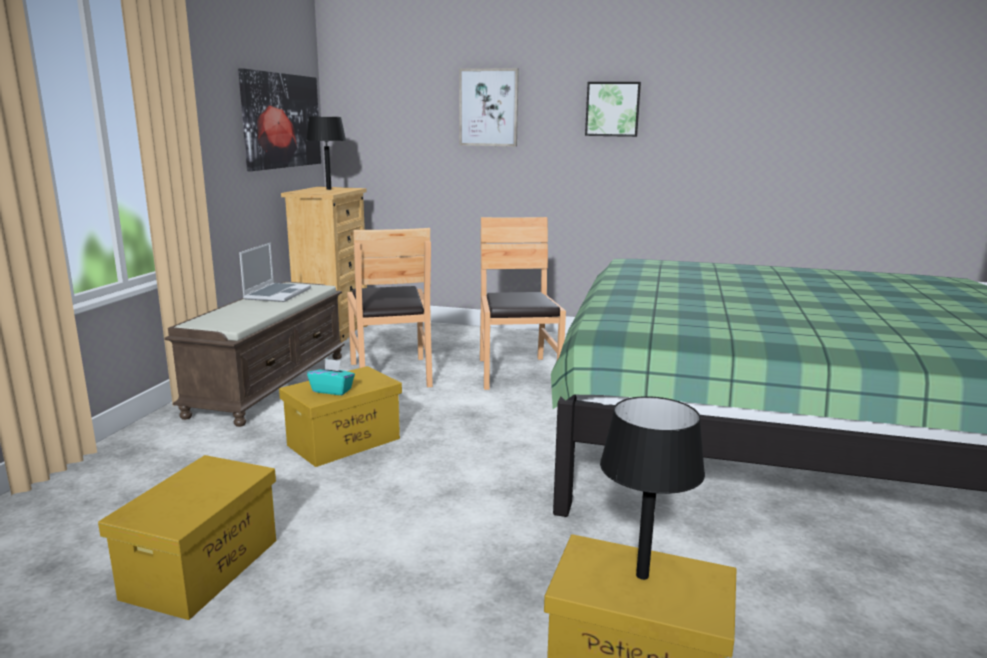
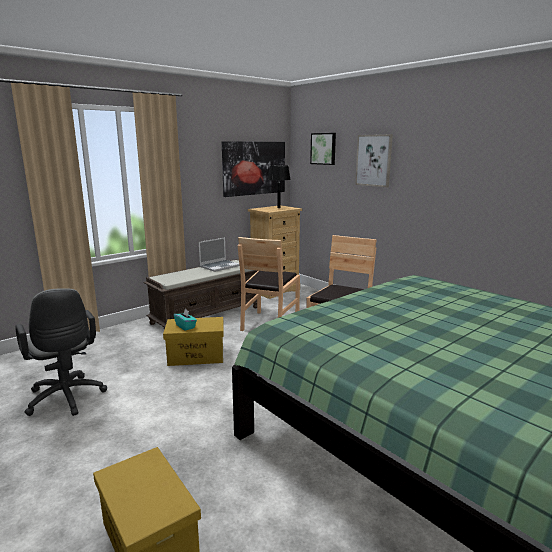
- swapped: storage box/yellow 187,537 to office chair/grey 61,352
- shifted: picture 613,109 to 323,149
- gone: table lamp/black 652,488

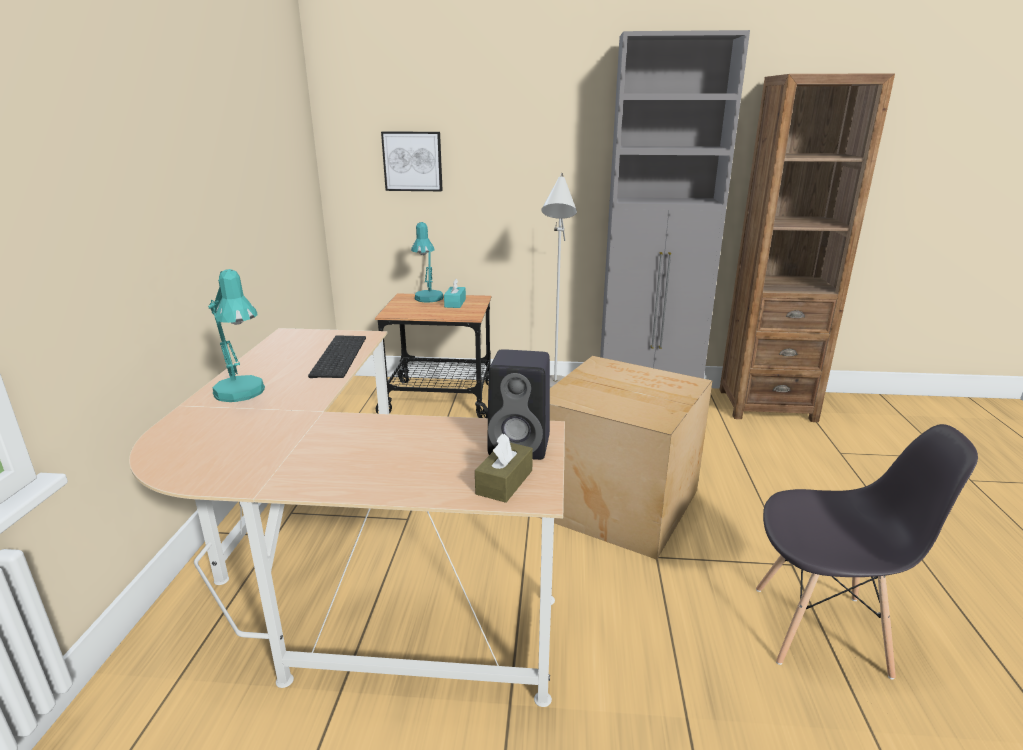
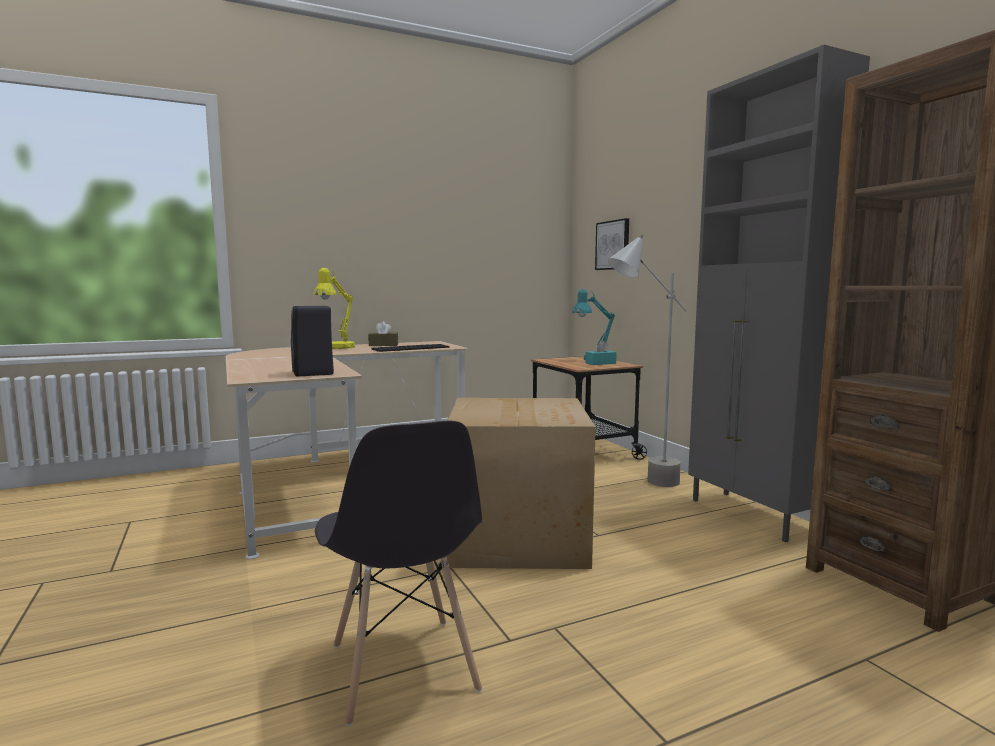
- repainted: table lamp/turquoise 236,335 to table lamp/yellow 334,308
- shifted: tissue box/brown 504,468 to 383,333

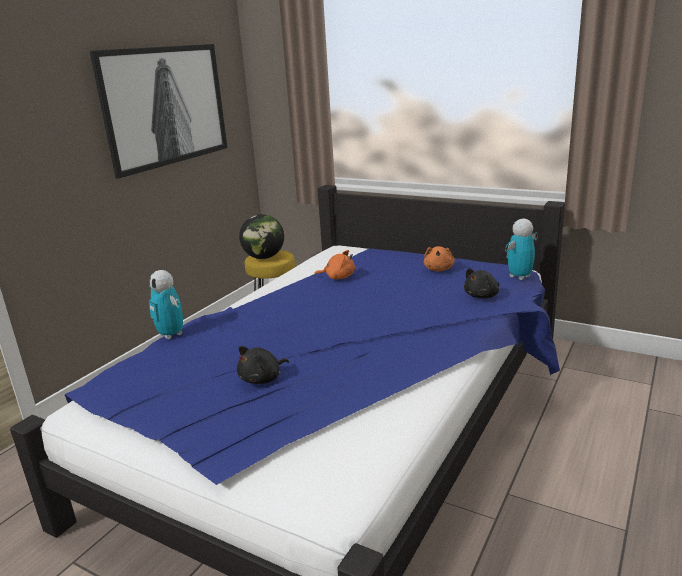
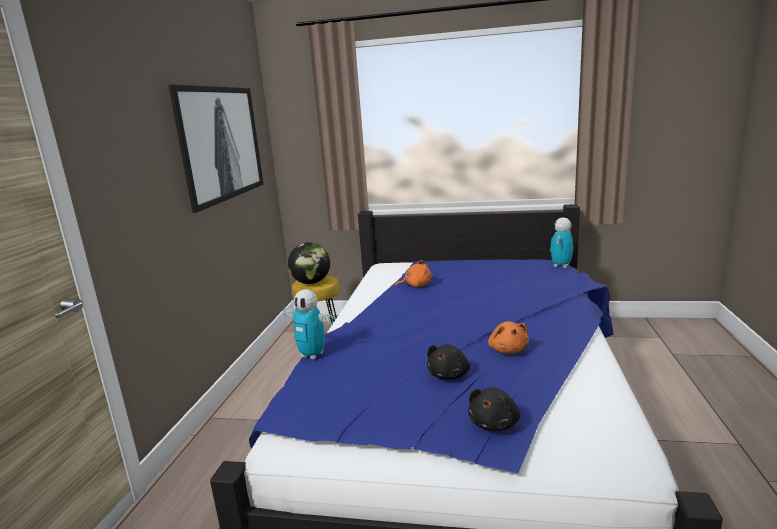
- shifted: plush toy/orange 439,258 to 508,337
- shifted: plush toy/black 481,283 to 494,409

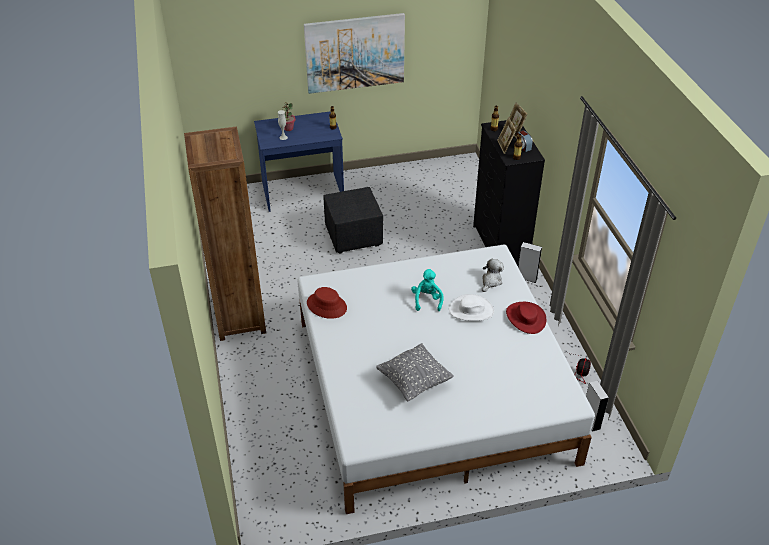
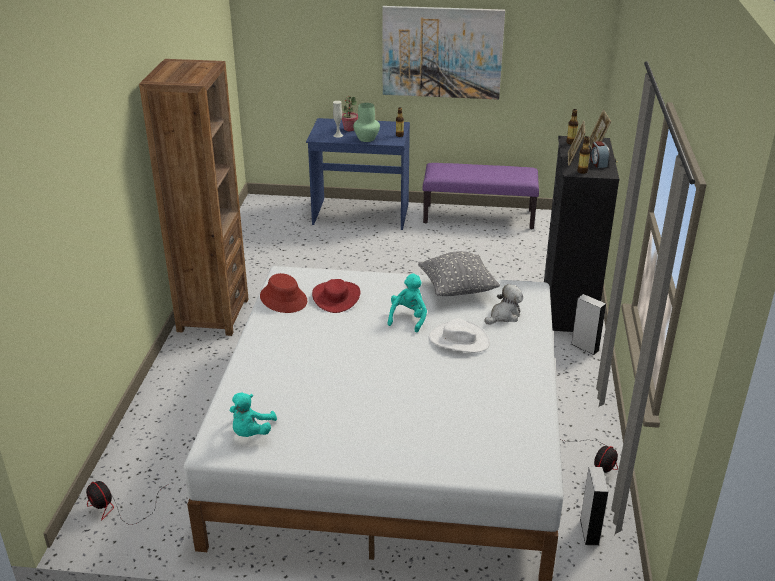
- gone: ottoman/black 353,220
- shifted: pillow/grey 415,372 to 459,273
- shifted: hat/red 526,318 to 336,296
- new: fan 126,503
- new: plush toy/turquoise 253,414
- new: vase/green 366,122
- new: bench/purple 480,196

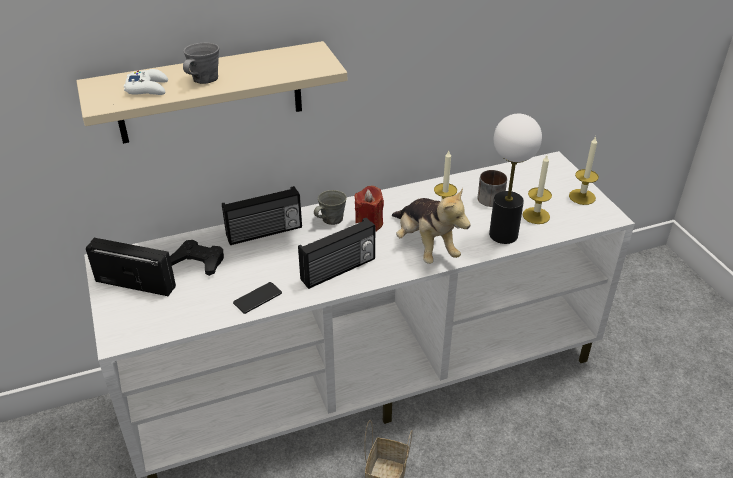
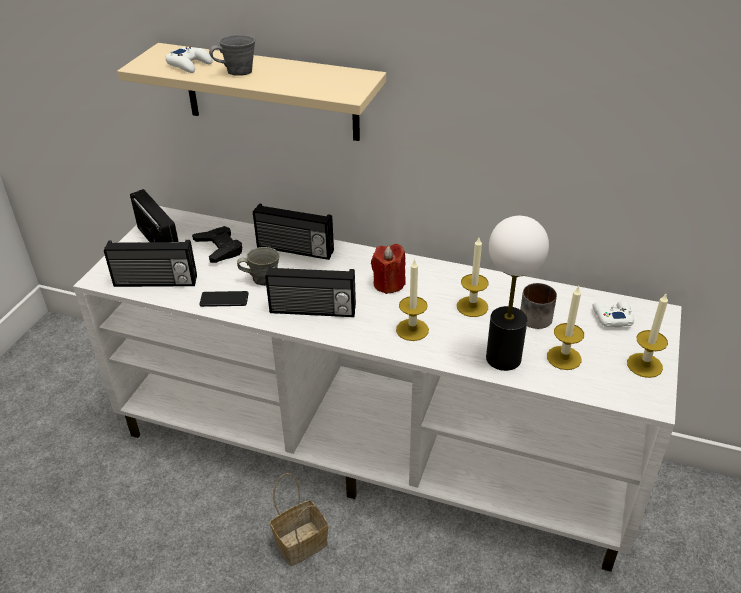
- shifted: mug/grey 330,207 to 258,266
- swapped: plush toy 431,226 to candle 412,299
- new: radio 150,263
- new: game controller/white 613,314

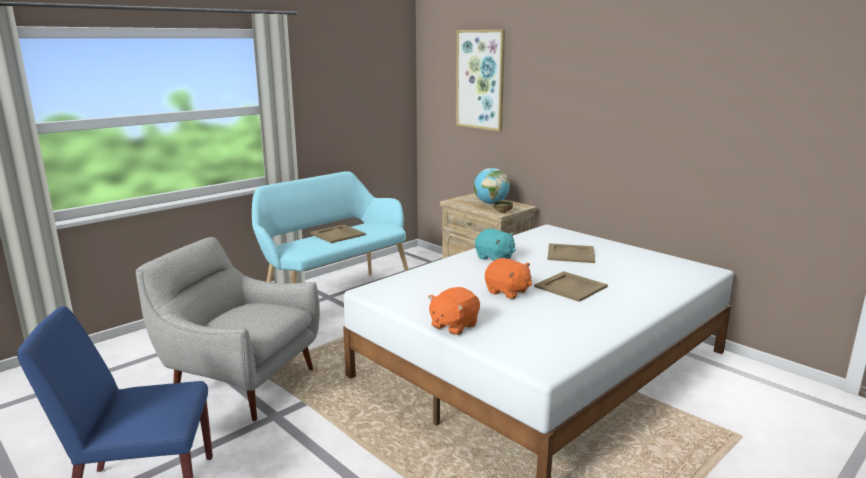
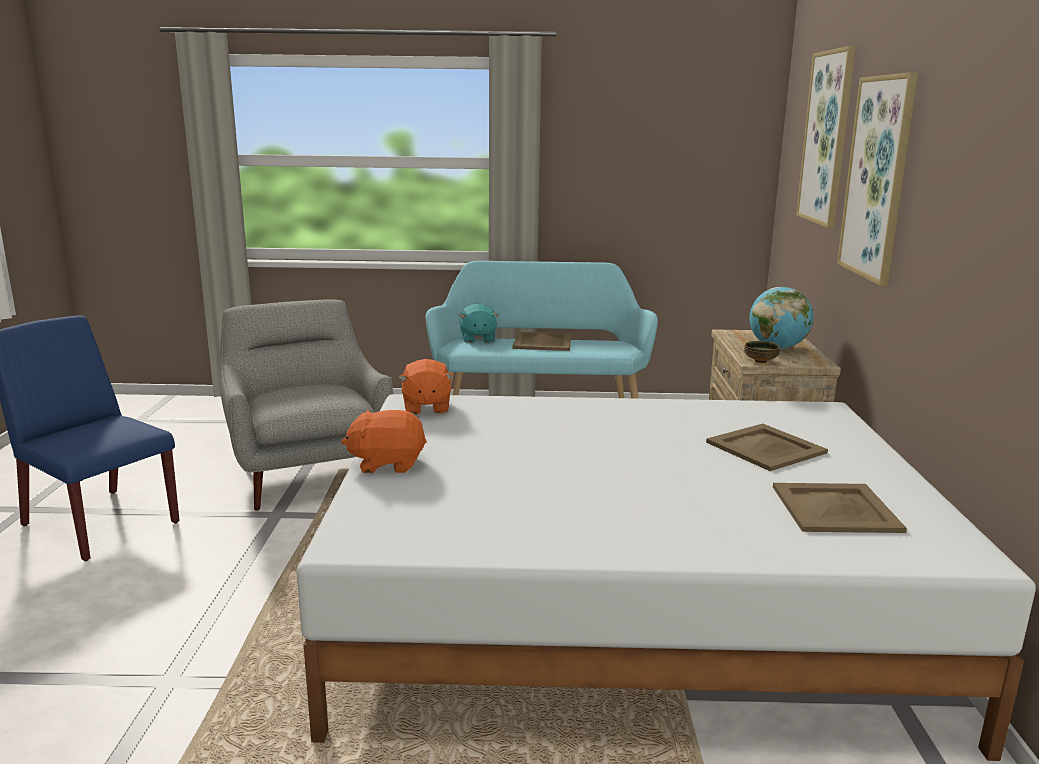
- shifted: plush toy/turquoise 495,245 to 479,322
- shifted: plush toy/orange 508,278 to 426,386
- shifted: tray/beige 571,286 to 840,508
- new: picture 877,179

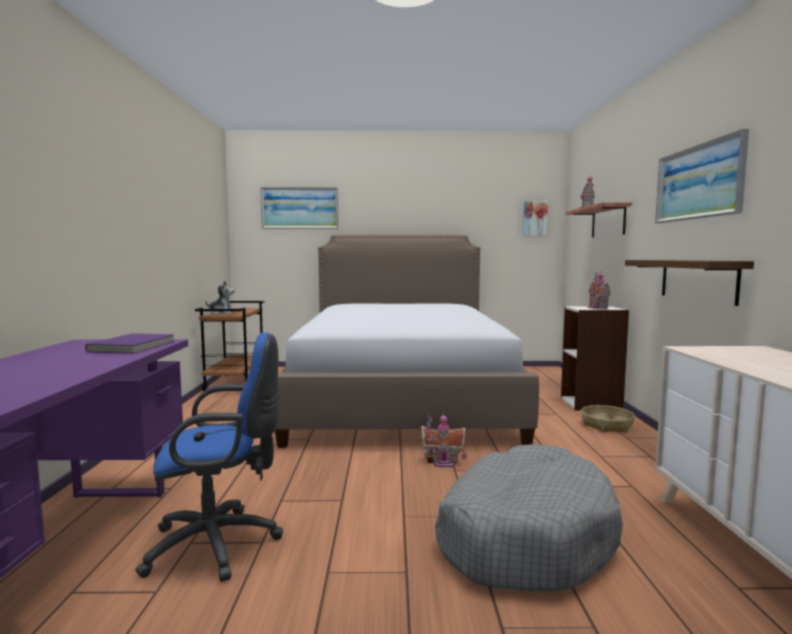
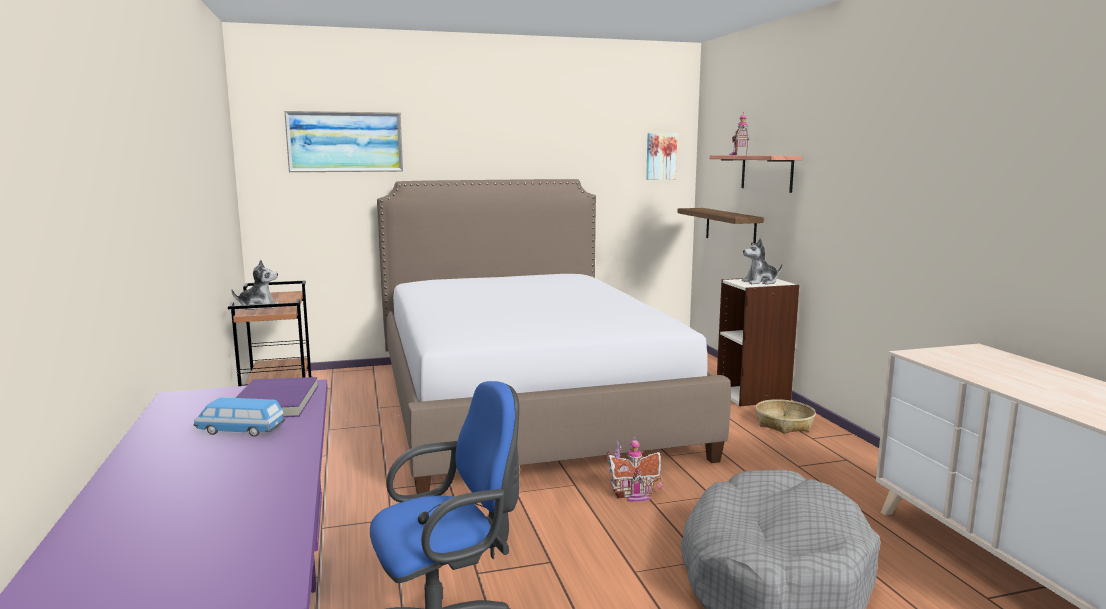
- swapped: toy house 599,290 to plush toy 762,261
- shifted: shelf 689,283 to 720,226
- gone: picture 702,176
- new: toy car 239,417

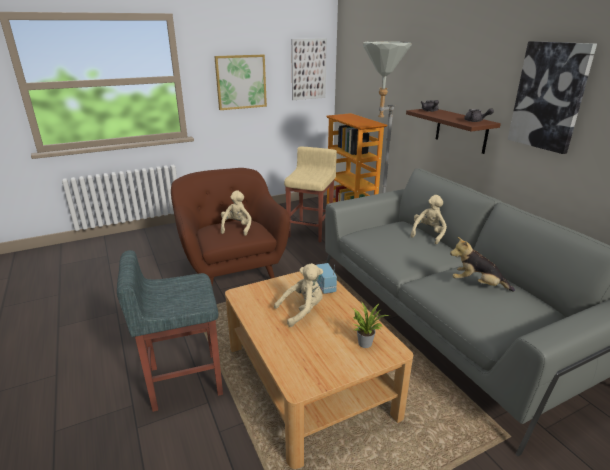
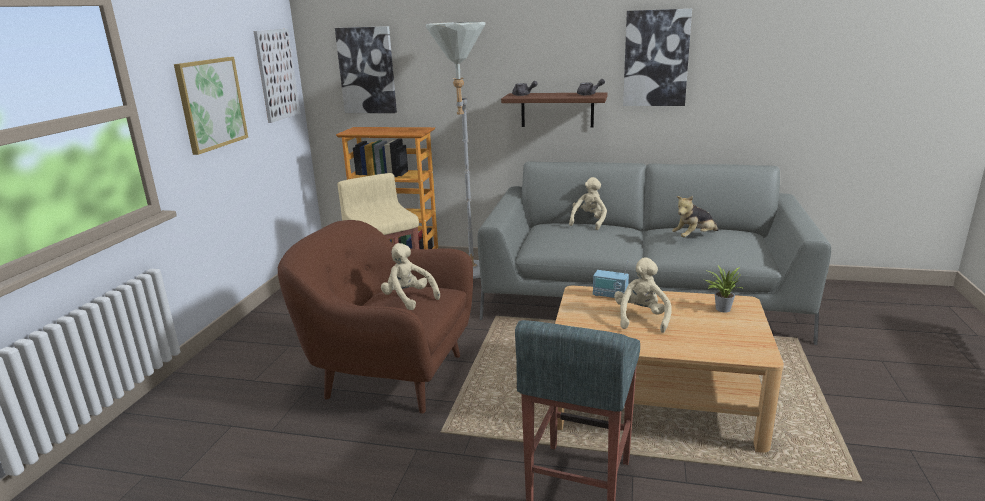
- rotated: plush toy/beige 429,219 = 588,203 45 degrees clockwise
- new: picture 366,69

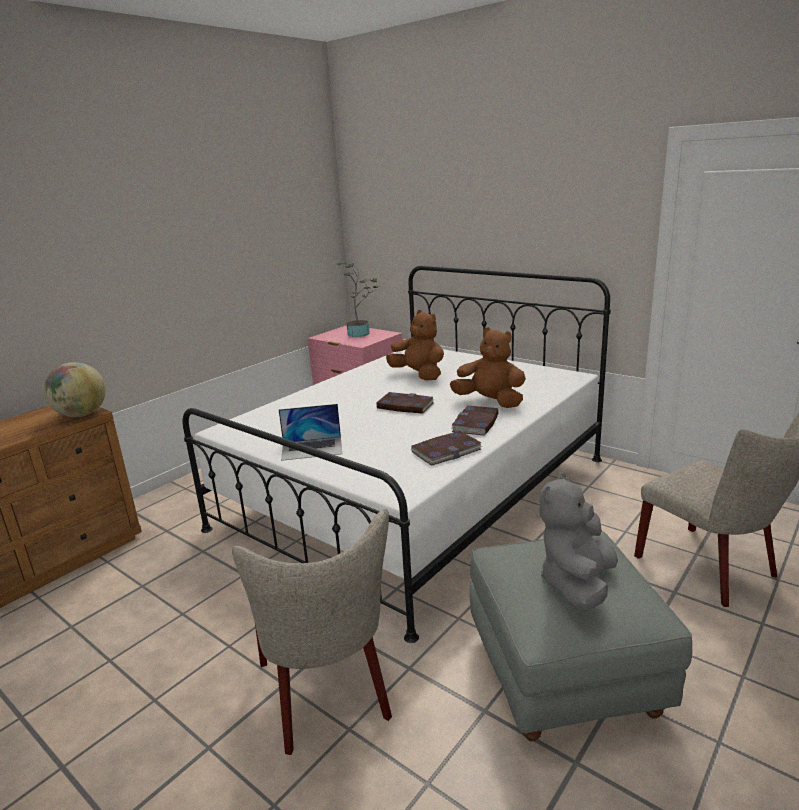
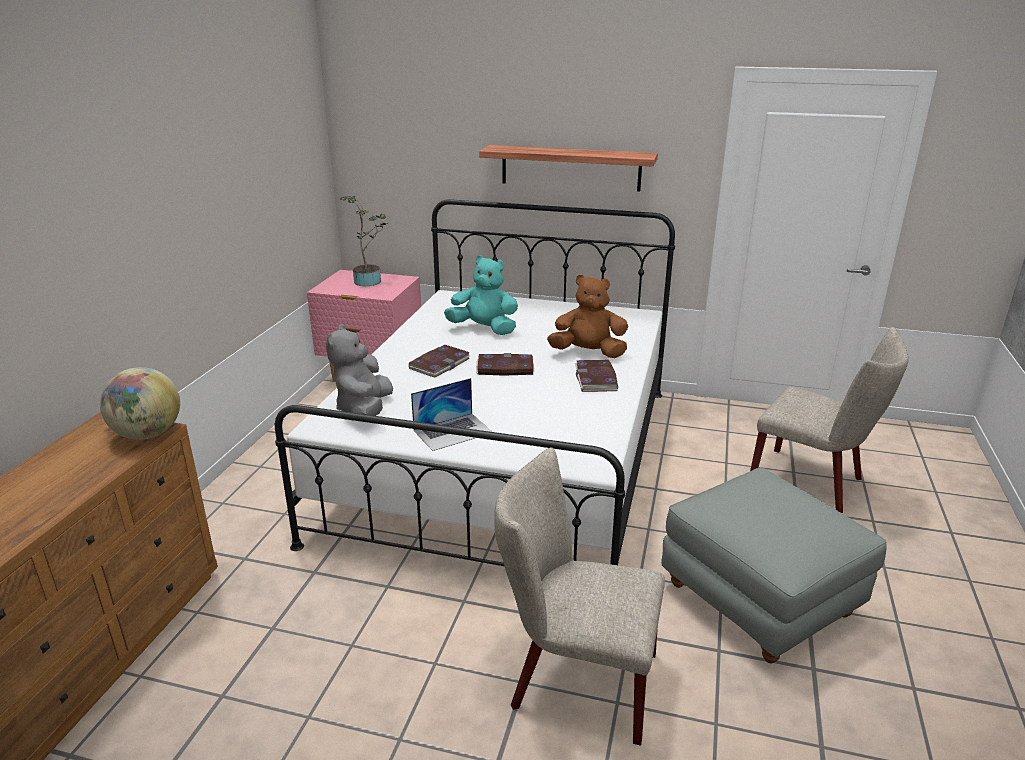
- rotated: chair/beige 312,632 = 579,597 150 degrees clockwise
- repainted: plush toy/brown 415,345 to plush toy/turquoise 481,295
- shifted: book 446,448 to 439,361
- shifted: plush toy/grey 578,541 to 359,370
- new: shelf 568,168

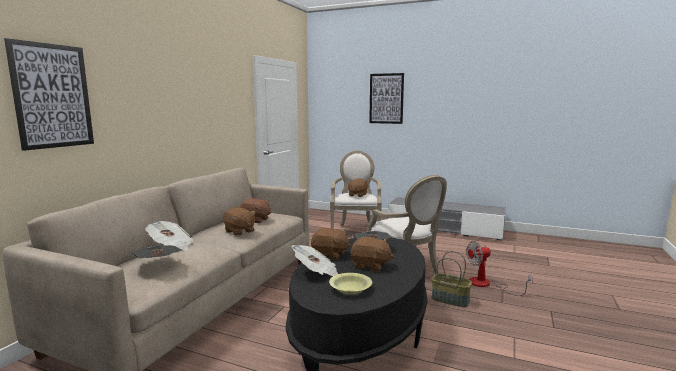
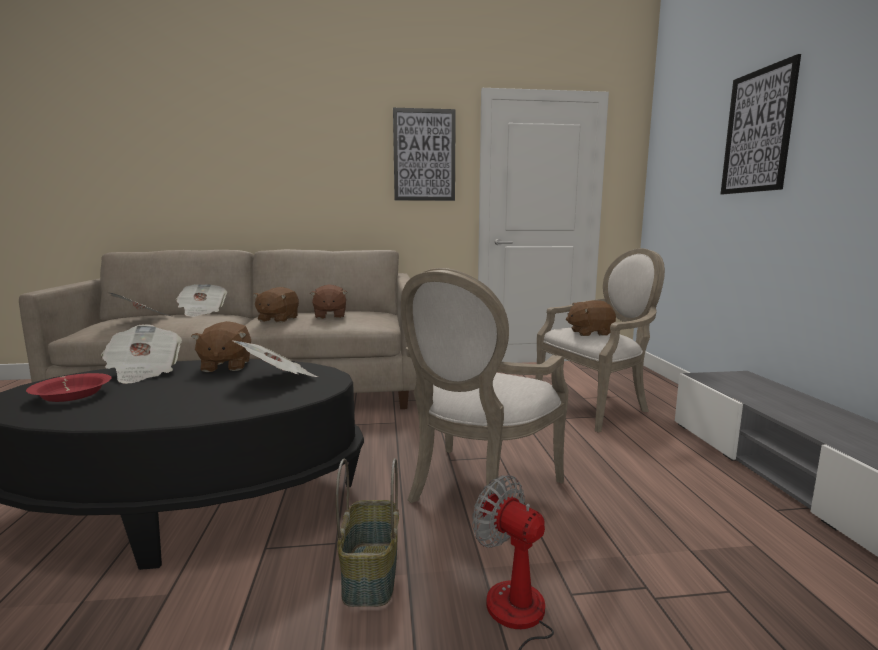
- shifted: picture 49,94 to 424,154
- repainted: bowl/yellow 350,283 to bowl/red 68,387
- gone: plush toy/brown 372,254

